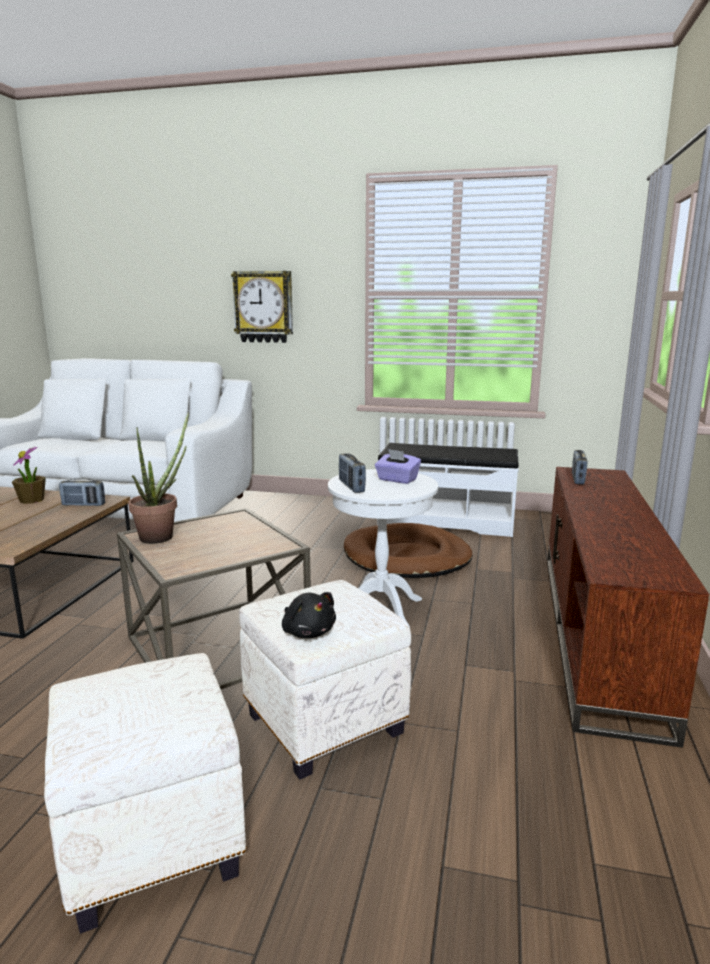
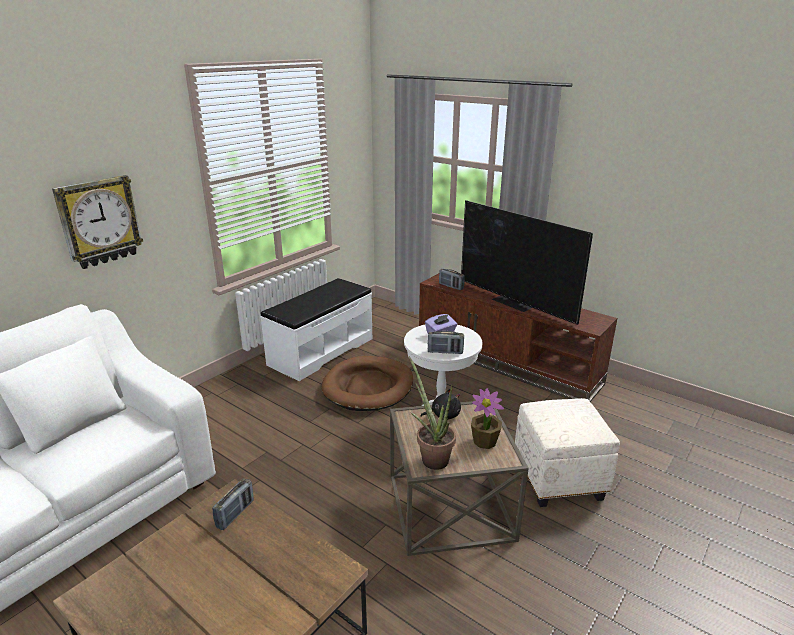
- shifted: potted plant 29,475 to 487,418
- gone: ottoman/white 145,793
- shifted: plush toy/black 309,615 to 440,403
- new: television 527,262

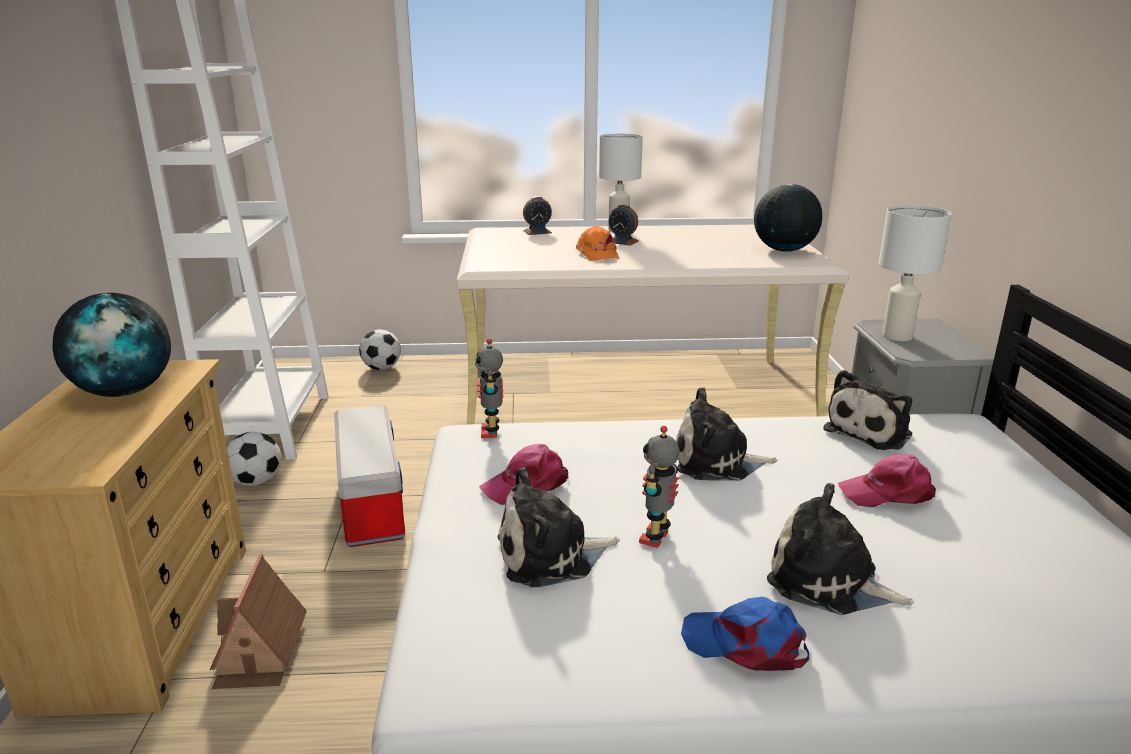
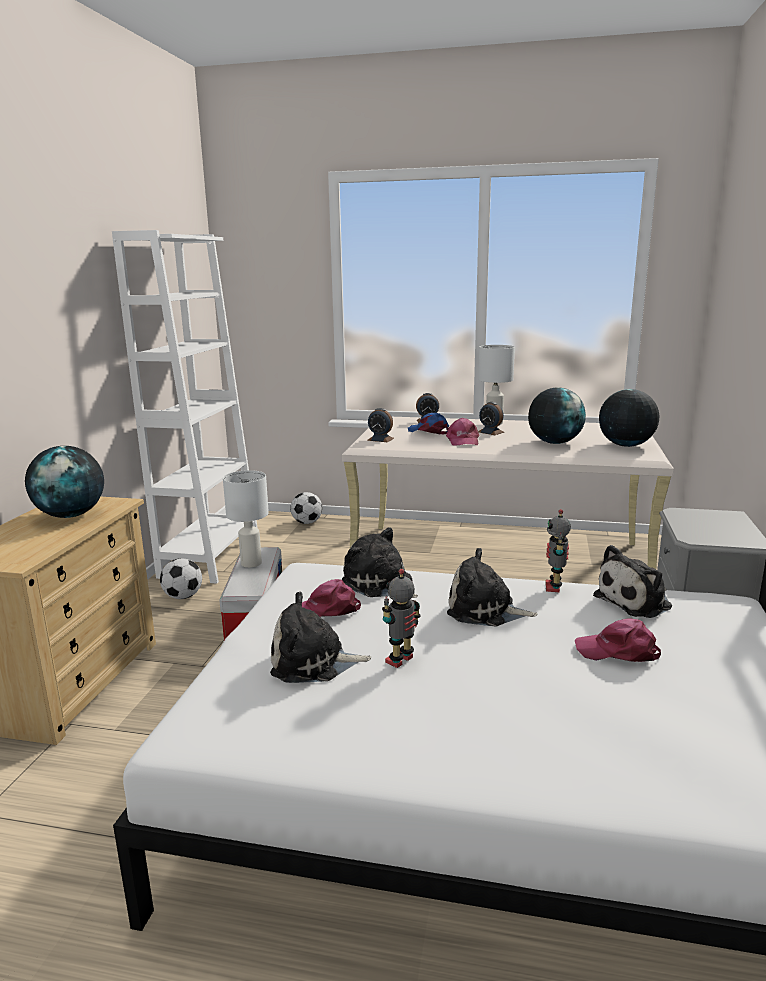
- gone: toy house 258,621
- shifted: toy robot 489,388 to 558,550
- repainted: cap/orange 597,243 to cap/pink 462,432
- shifted: cap/blue 745,634 to 428,424
- shifted: plush toy 840,549 to 380,562
- shifted: table lamp/white 915,273 to 246,519
- new: alarm clock 380,425
- new: globe 557,415

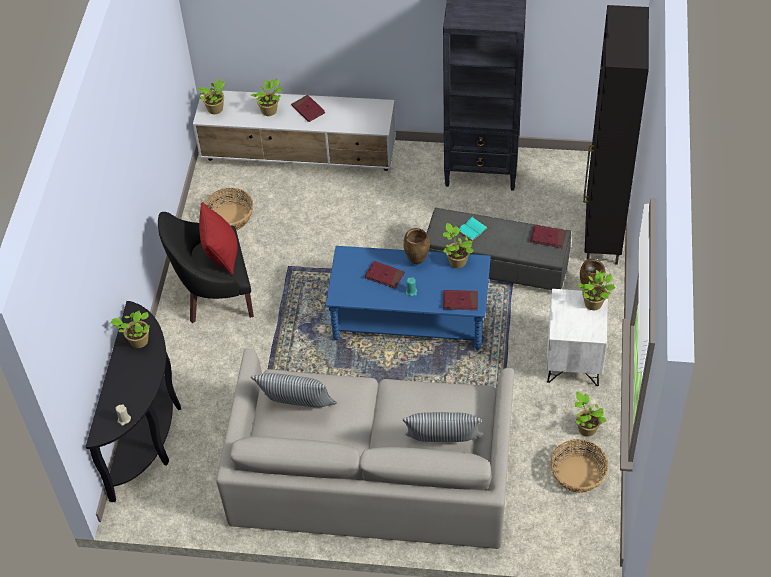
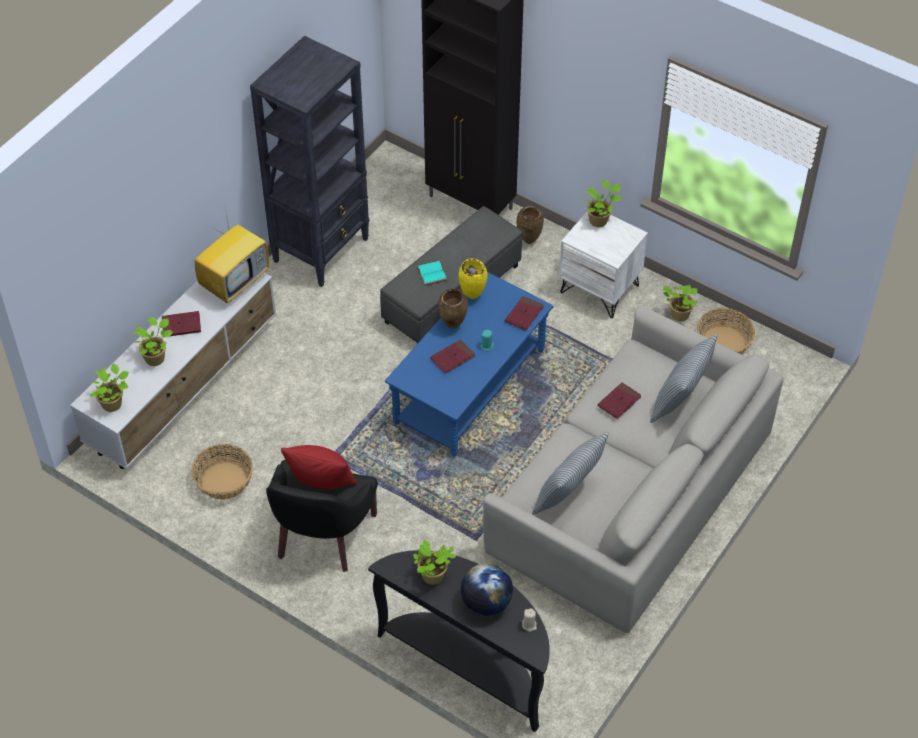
- swapped: potted plant 458,245 to vase/yellow 473,278
- shifted: book/red 548,236 to 619,401
- new: television 232,254
- new: globe 487,589

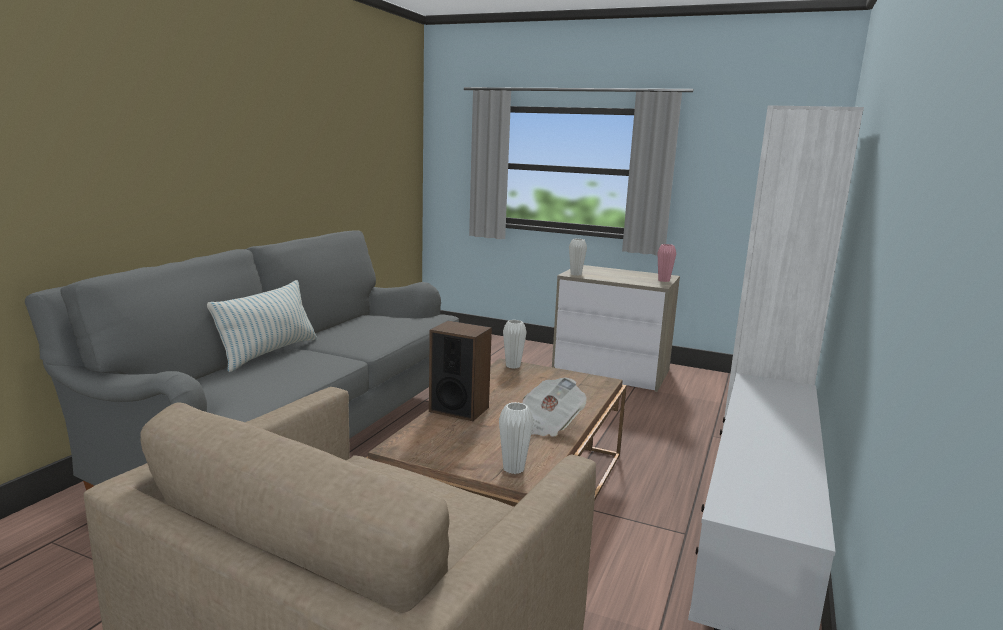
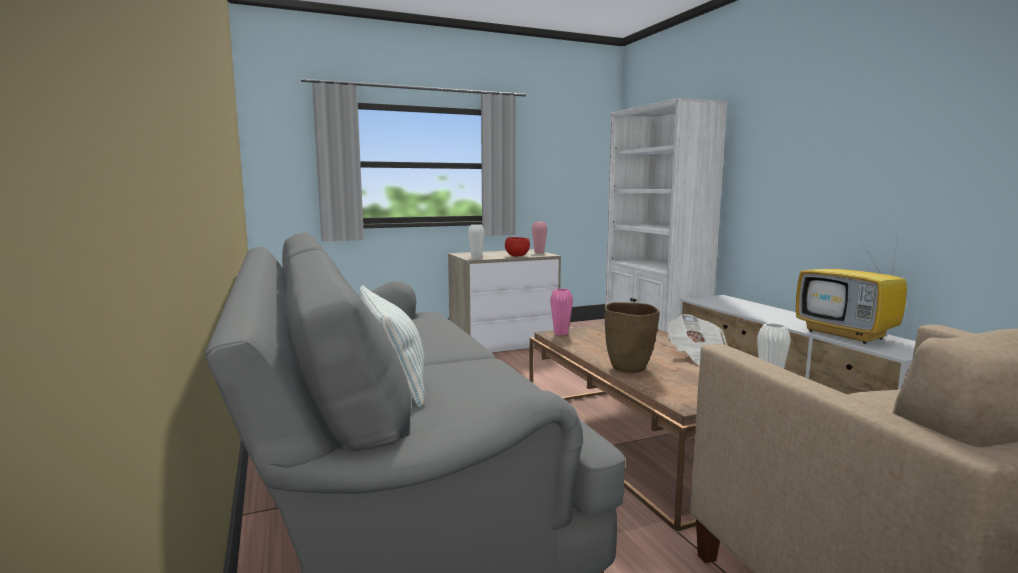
- swapped: speaker 460,371 to vase/brown 632,337
- repainted: vase/white 515,344 to vase/pink 561,312
- new: bowl/red 517,246
- new: television 851,288

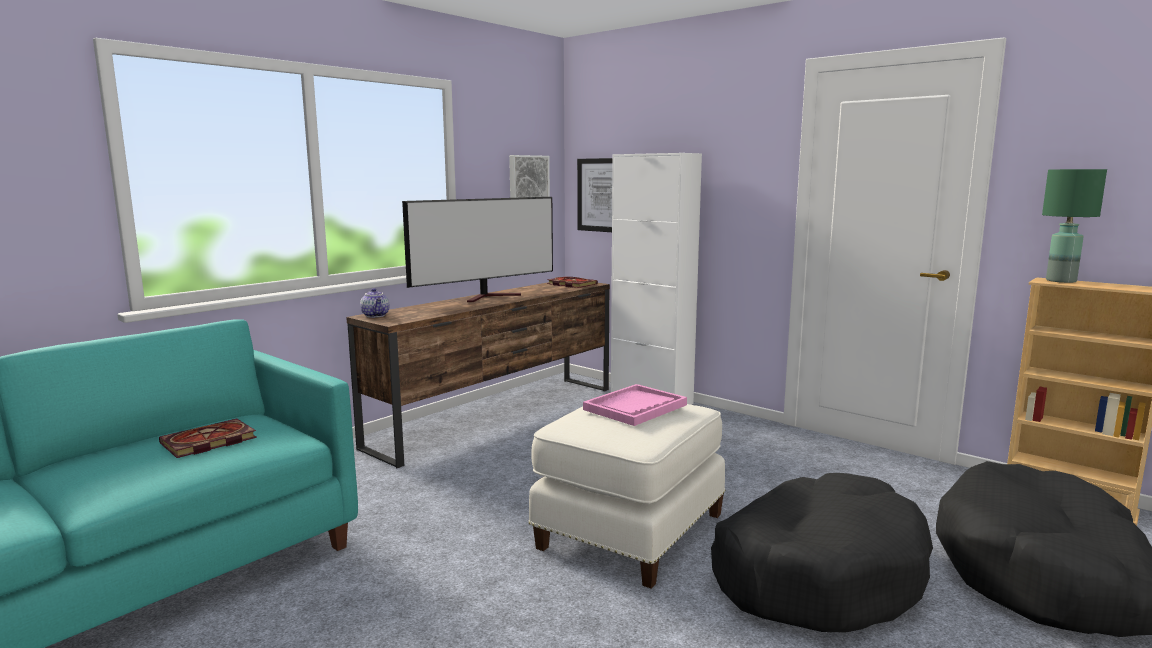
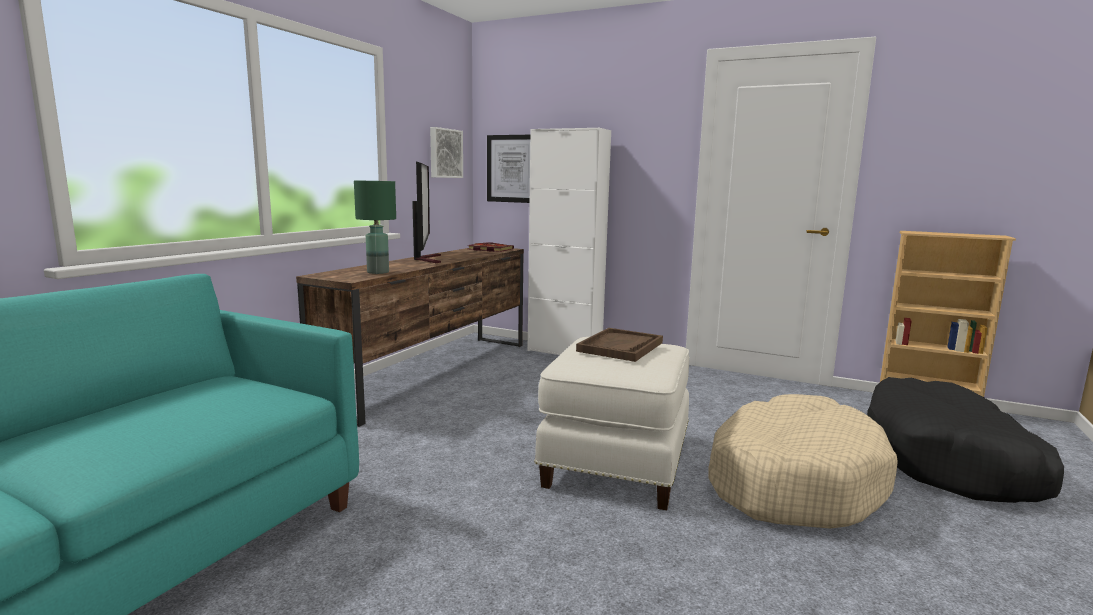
- gone: book 208,438
- gone: teapot 375,303
- rotated: television 477,249 = 426,212 45 degrees counterclockwise
- repainted: tray/pink 635,405 to tray/brown 619,345
- repainted: dog bed/black 822,552 to dog bed/beige 803,461
- shifted: table lamp/green 1074,226 to 375,227

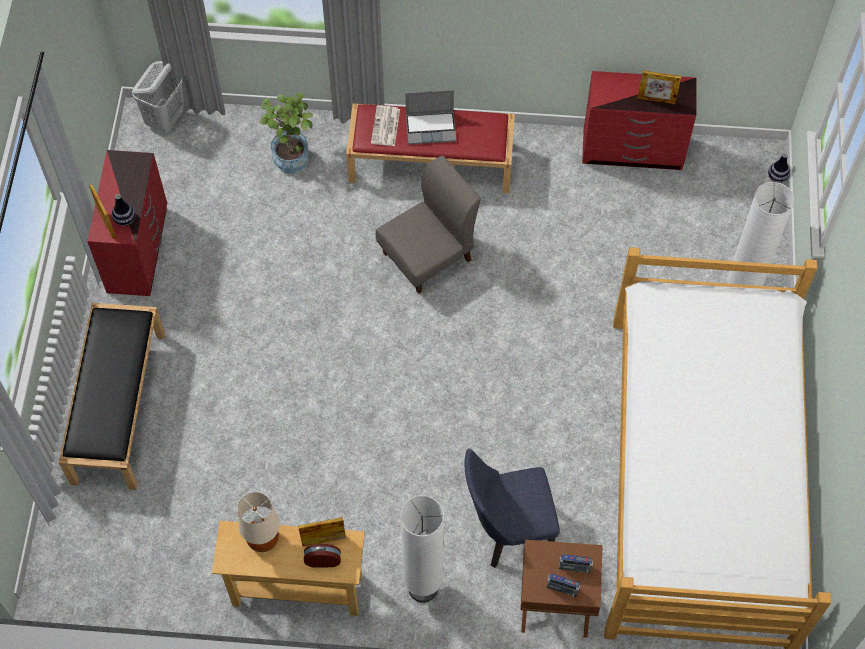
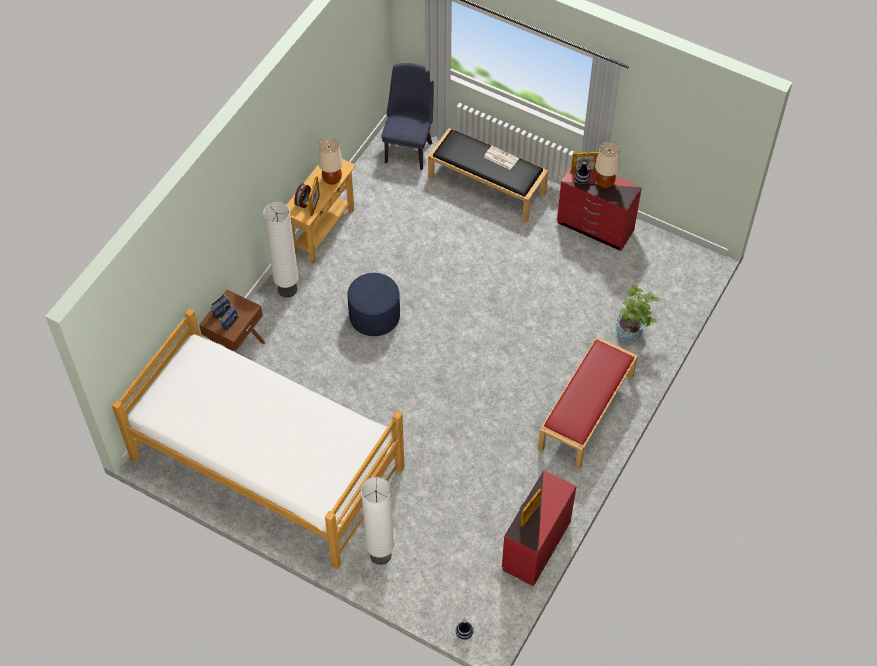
- gone: laundry basket/white 157,97
- shifted: newspaper 385,125 to 501,158
- gone: chair/grey 428,225
- gone: laptop 430,117
- shifted: chair/blue 512,508 to 408,116
- new: ottoman/blue 373,304
- new: table lamp/beige 607,164

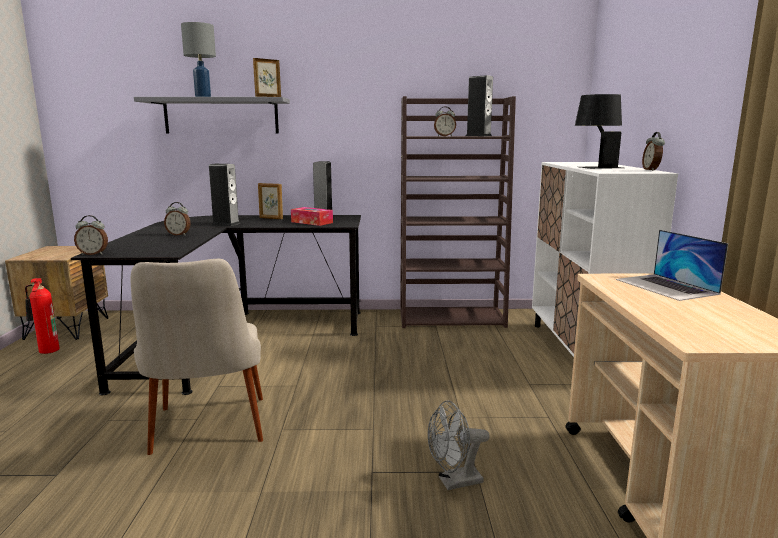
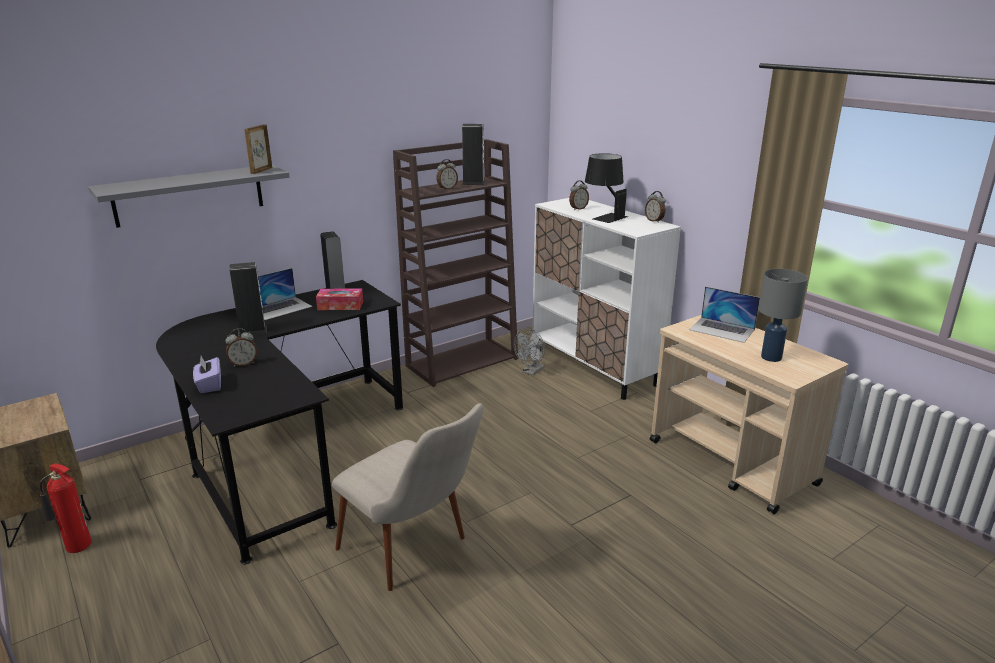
- shifted: alarm clock 91,235 to 579,195
- shifted: table lamp/grey 198,59 to 783,315
- swapped: picture frame 270,201 to laptop 285,294
- shifted: fan/grey 459,445 to 529,352
- new: tissue box/purple 207,374

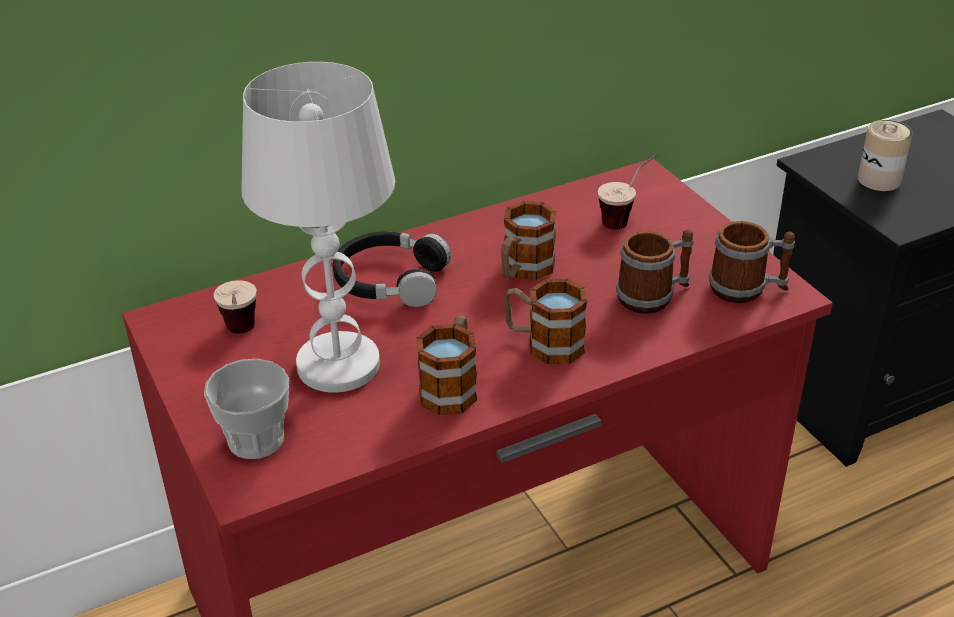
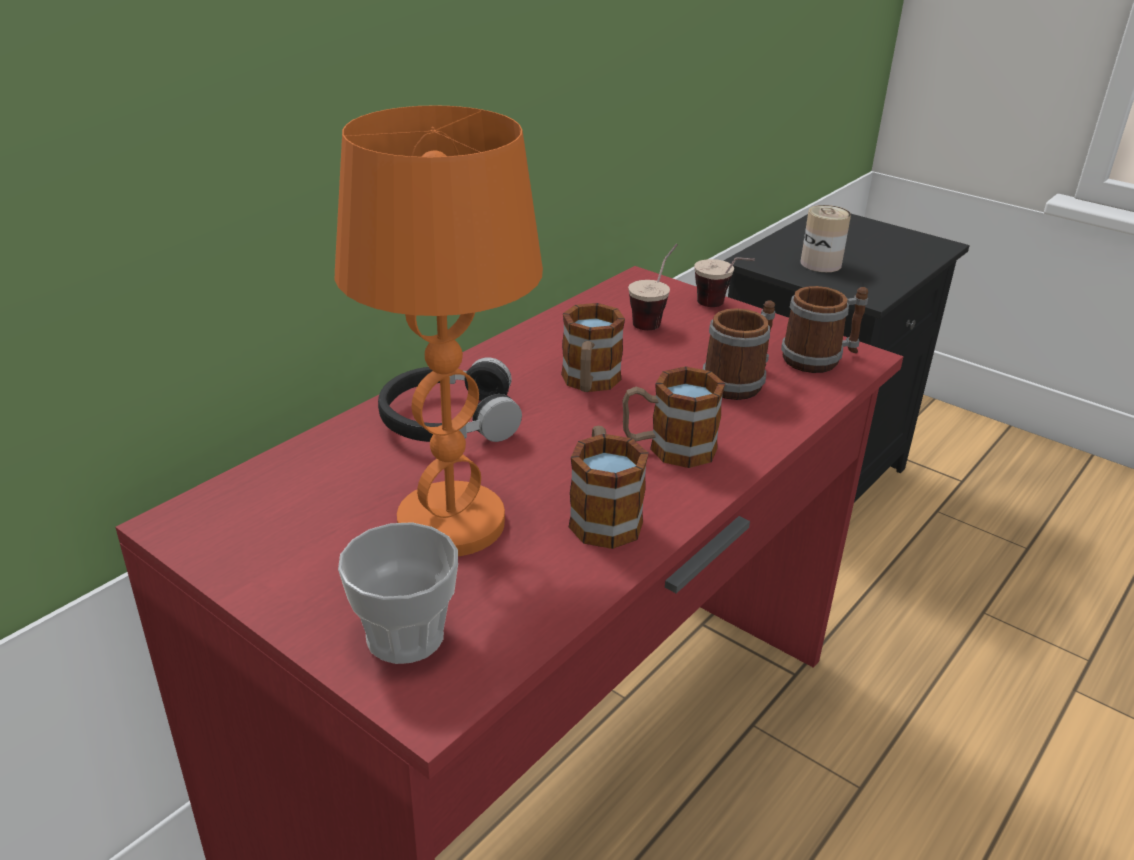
- shifted: cup 235,306 to 724,282
- repainted: table lamp/white 318,227 to table lamp/orange 439,330

